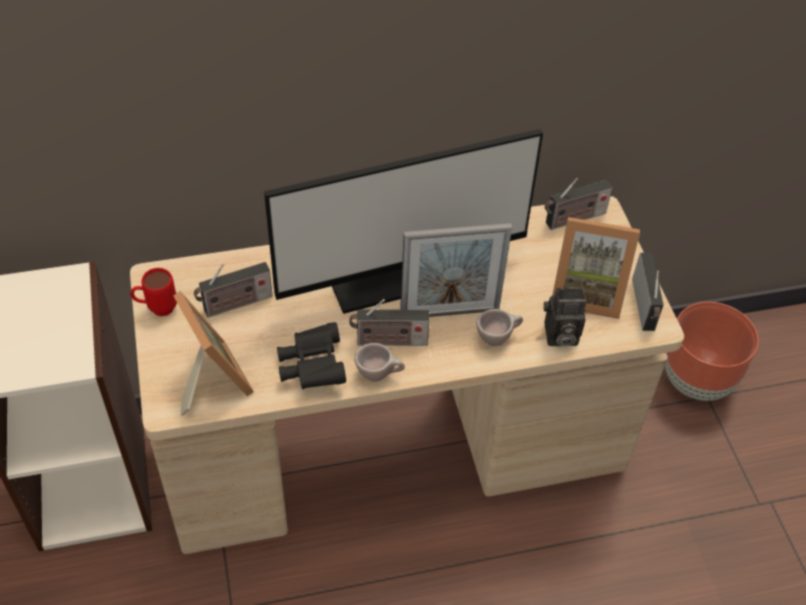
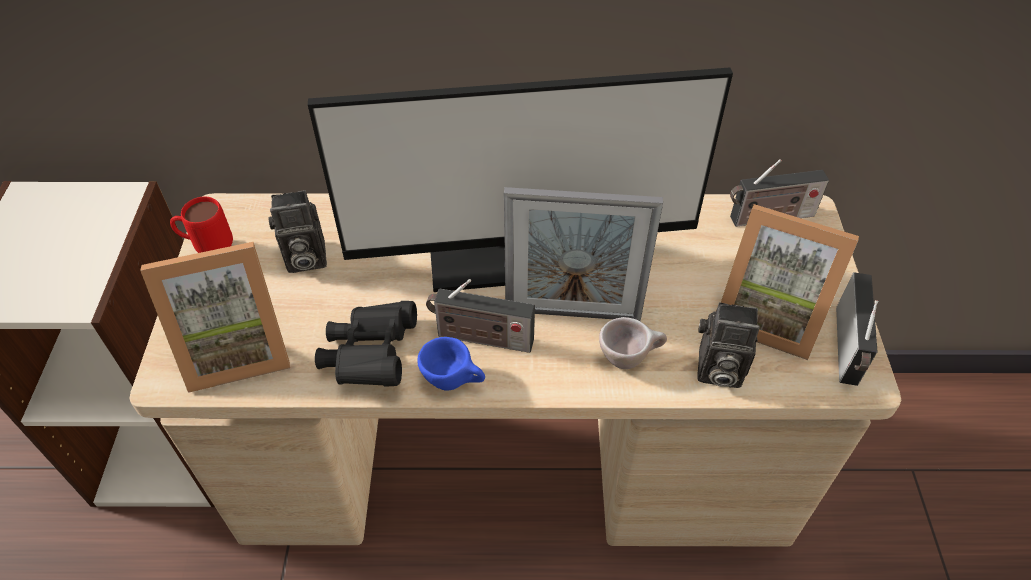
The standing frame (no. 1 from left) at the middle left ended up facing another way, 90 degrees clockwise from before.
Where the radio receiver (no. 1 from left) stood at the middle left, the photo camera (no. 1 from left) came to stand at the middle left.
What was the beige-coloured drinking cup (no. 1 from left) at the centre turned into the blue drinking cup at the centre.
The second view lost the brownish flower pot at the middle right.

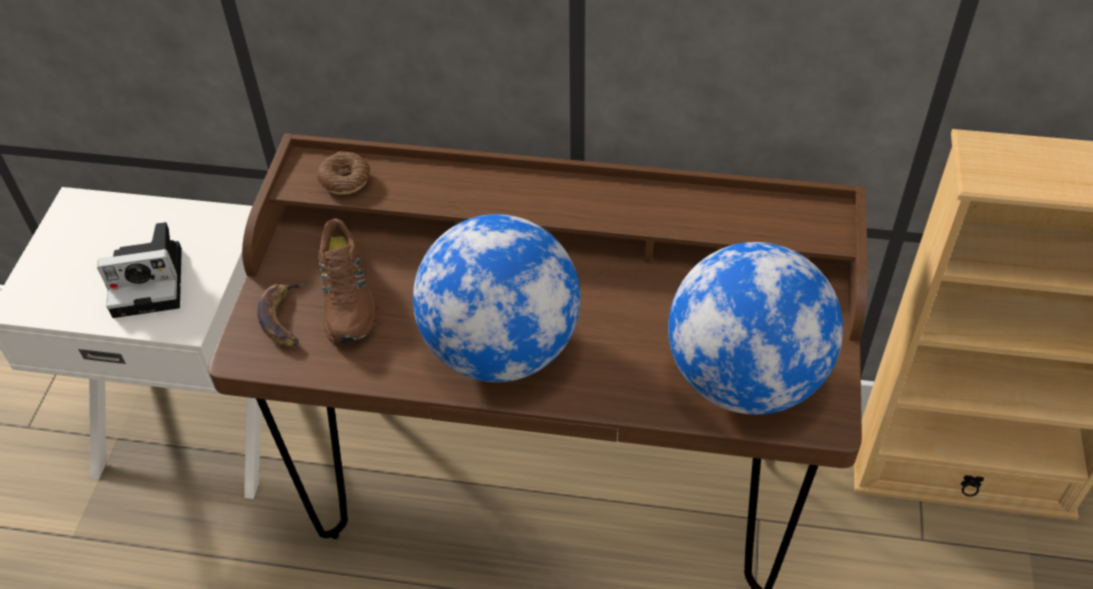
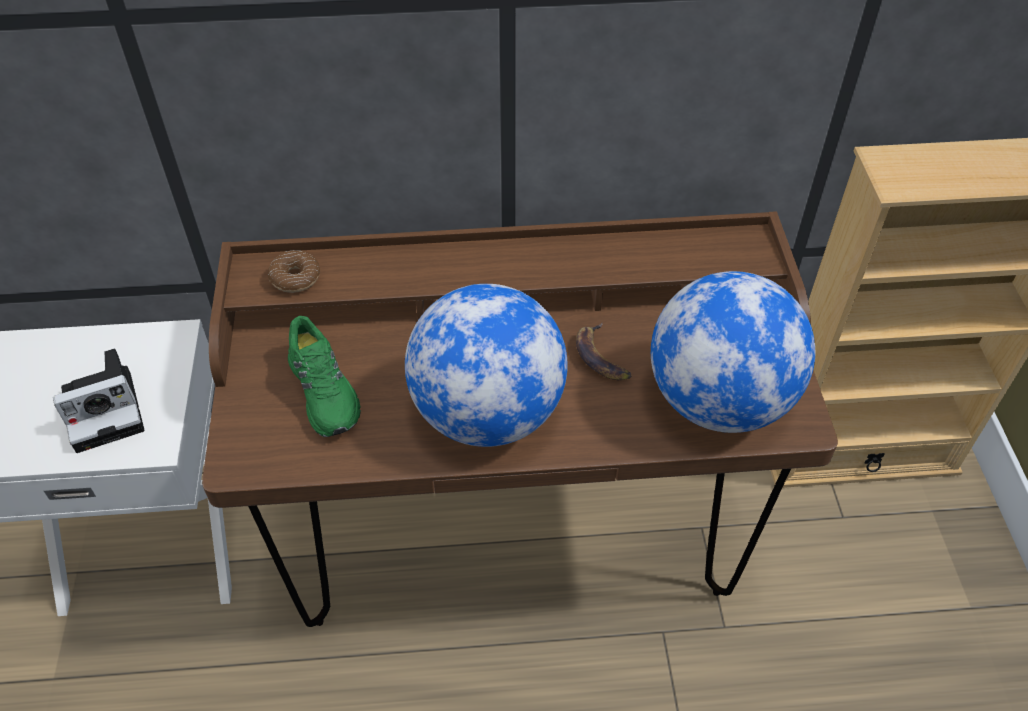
What was the brownish low shoe at the middle left turned into the greenish low shoe at the middle left.
The whole banana ended up elsewhere, having gone from the middle left to the centre.

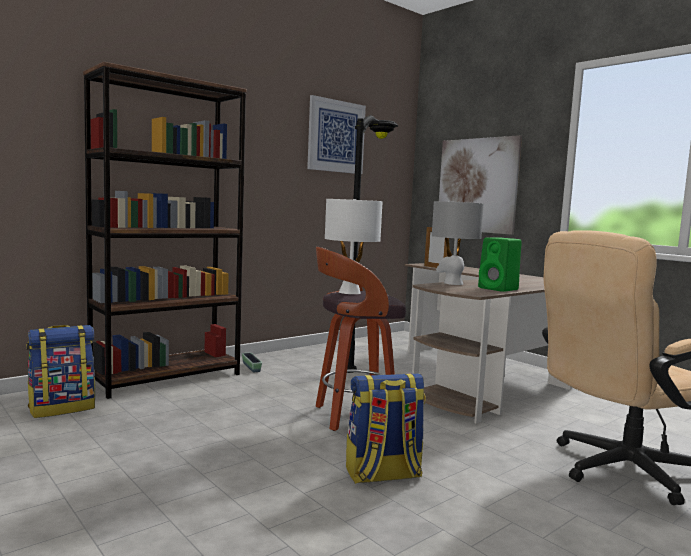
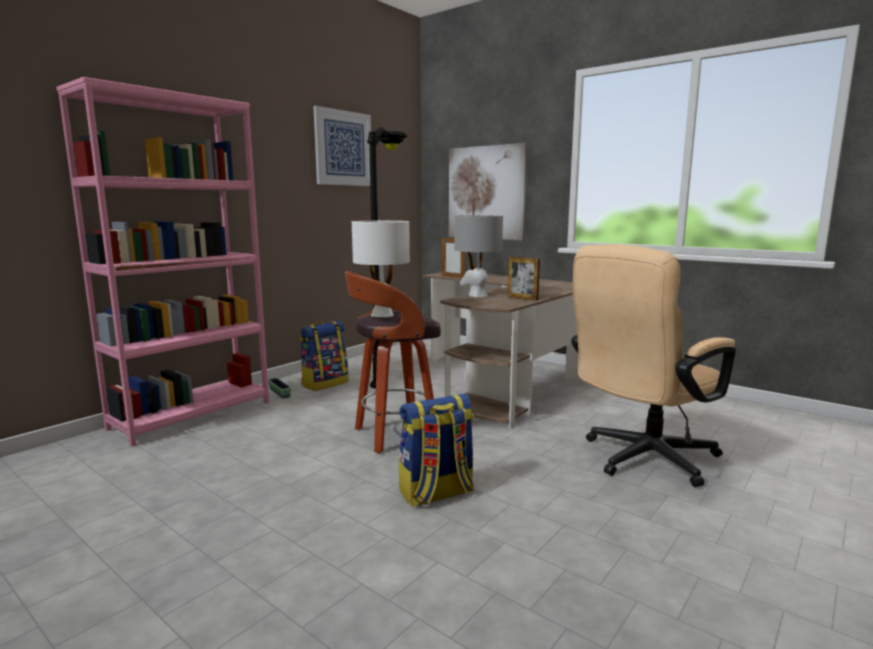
What was the brownish shelving unit at the middle left turned into the pink-coloured shelving unit at the middle left.
The rucksack (no. 1 from left) ended up elsewhere, having gone from the bottom left to the centre.
Where the greenish speaker stood at the middle right, the standing frame (no. 2 from left) came to stand at the centre.

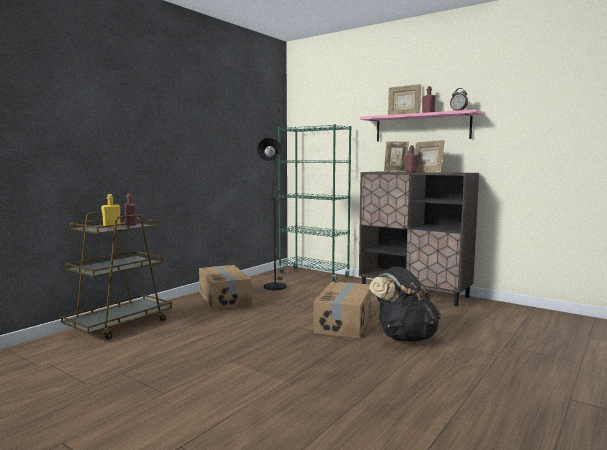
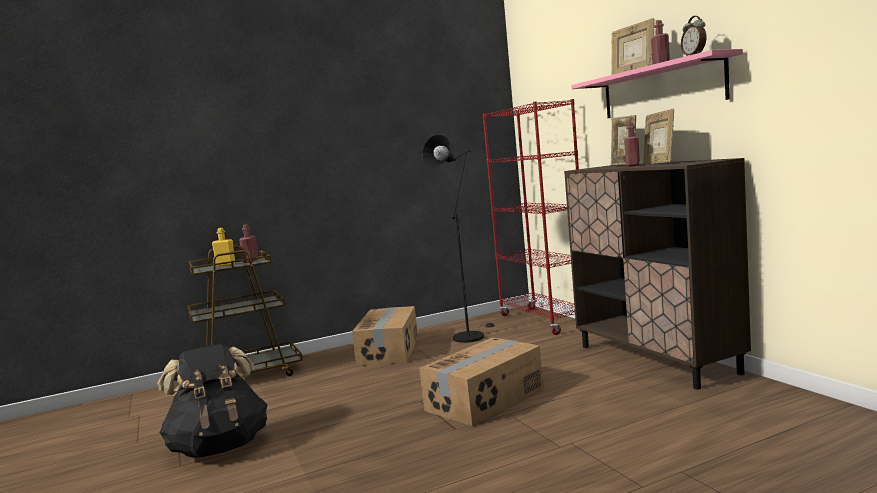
The blackish rucksack ended up elsewhere, having gone from the bottom right to the bottom left.
What was the greenish shelving unit at the centre turned into the red-coloured shelving unit at the centre.

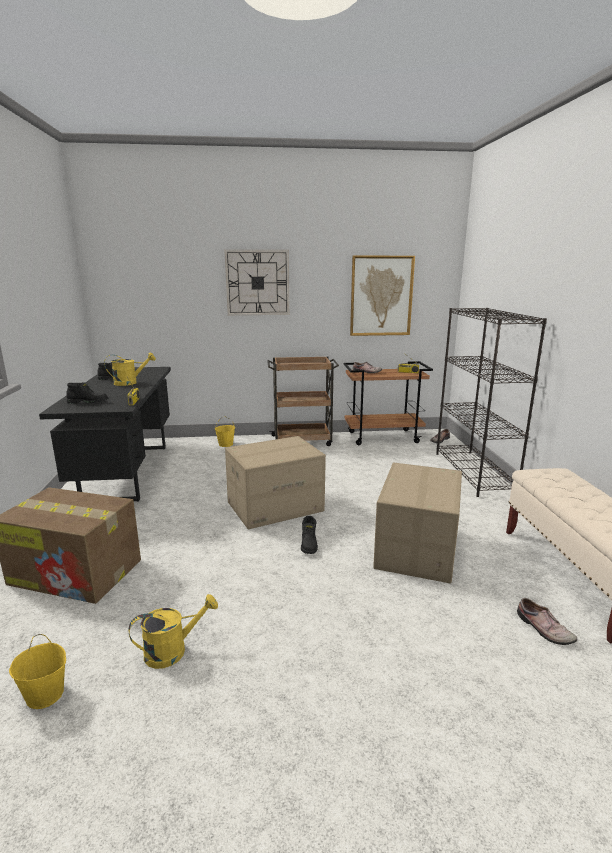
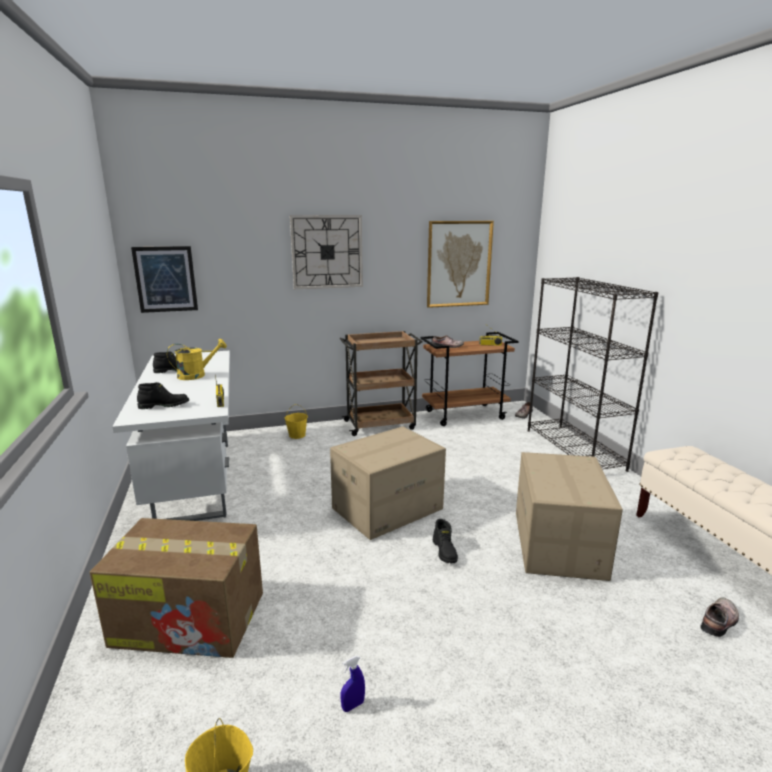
What was the blackish desk table at the middle left turned into the white-coloured desk table at the middle left.
The second view gained the wall picture (no. 1 from left) at the middle left.
Where the yellow sprinkling can (no. 2 from left) stood at the bottom left, the blue sprayer came to stand at the bottom centre.
The low shoe (no. 3 from left) at the bottom right ended up facing another way, 90 degrees counterclockwise from before.

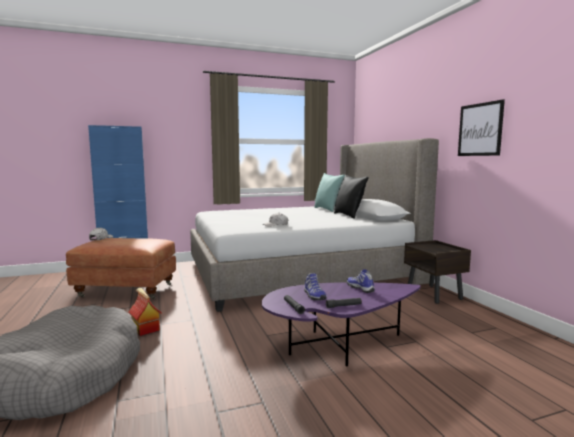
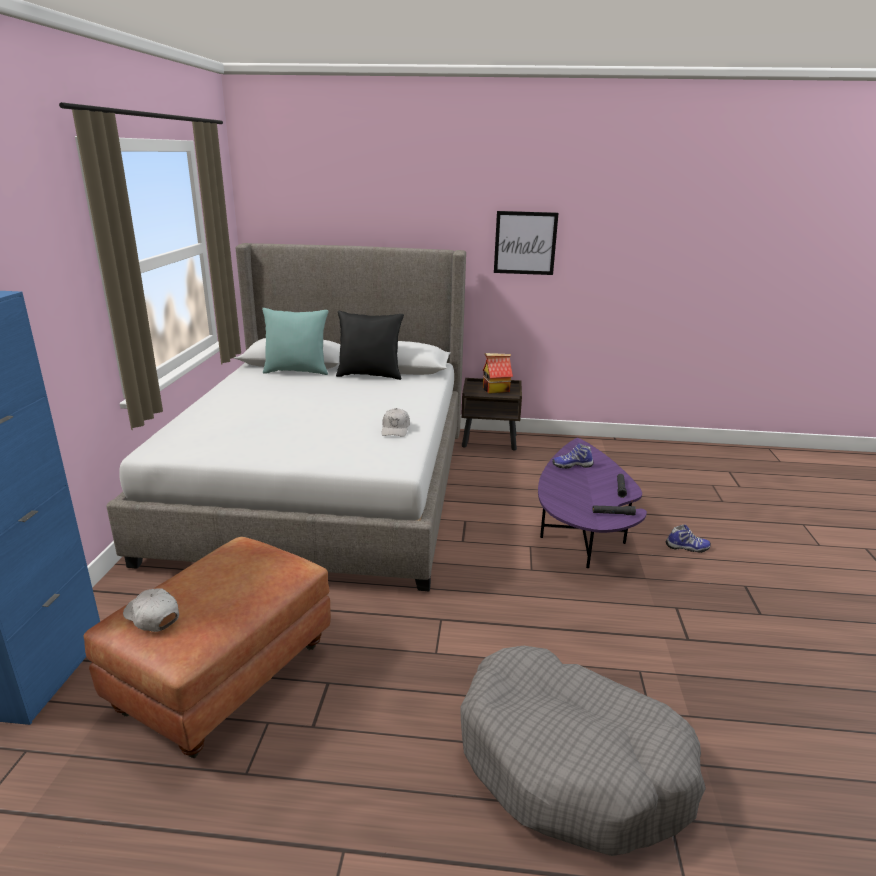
The toy house ended up elsewhere, having gone from the bottom left to the centre.
The low shoe (no. 1 from left in the first image) ended up elsewhere, having gone from the centre to the middle right.

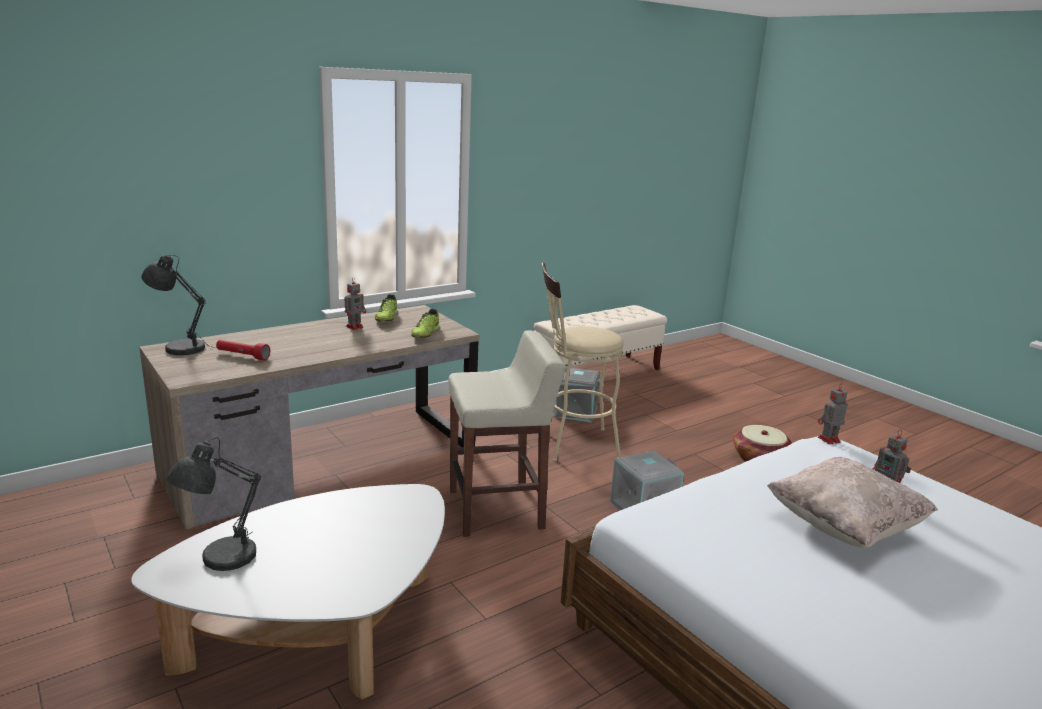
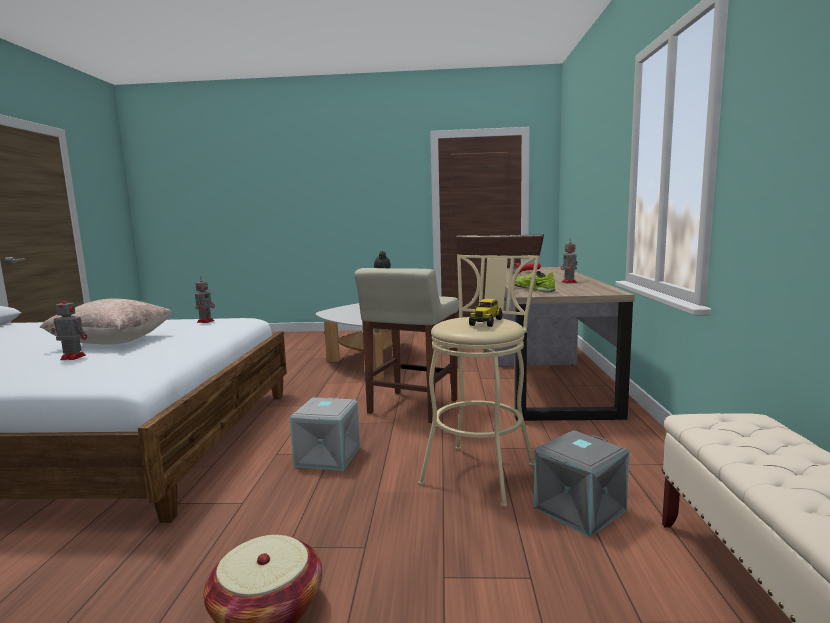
The model robot (no. 2 from left) ended up elsewhere, having gone from the middle right to the middle left.
The second view gained the toy lorry at the centre.
The second view lost the greyish tabletop lamp (no. 1 from left) at the middle left.
The second view lost the low shoe (no. 1 from left) at the centre.

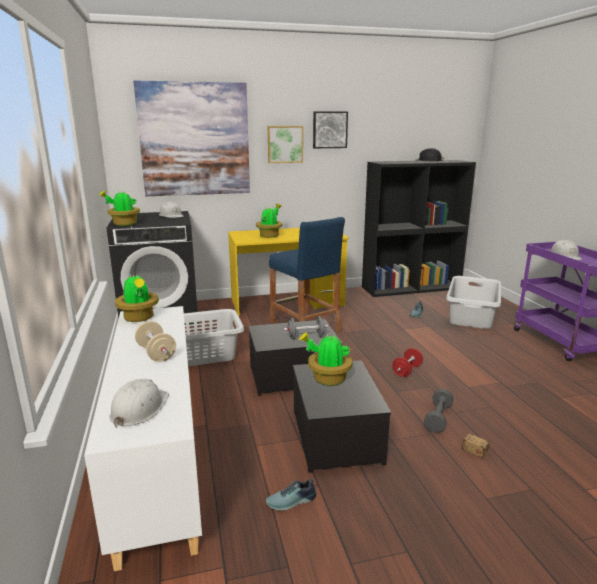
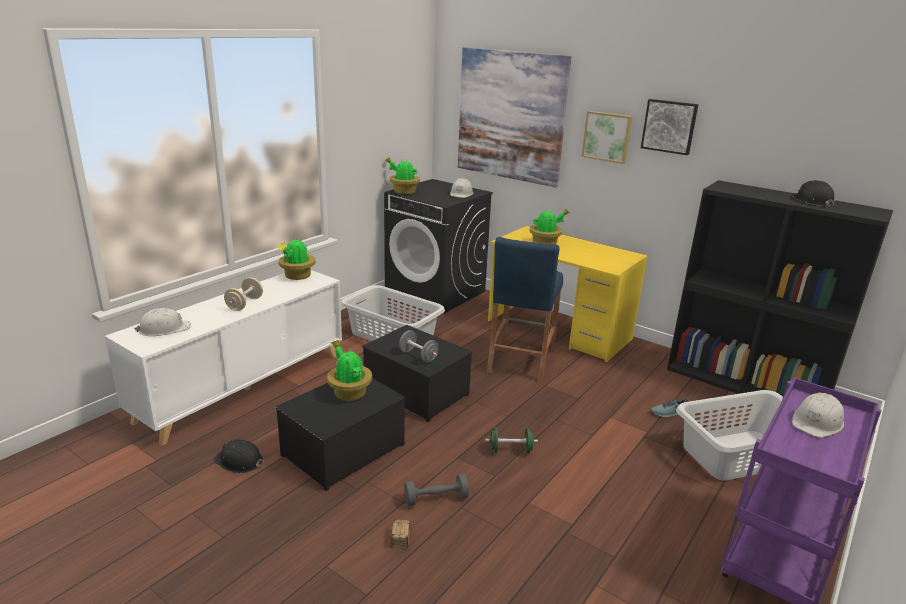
Where the low shoe (no. 1 from left) stood at the bottom centre, the blackish hard hat (no. 1 from left) came to stand at the bottom left.
What was the red-coloured hand weight at the middle right turned into the greenish hand weight at the bottom centre.

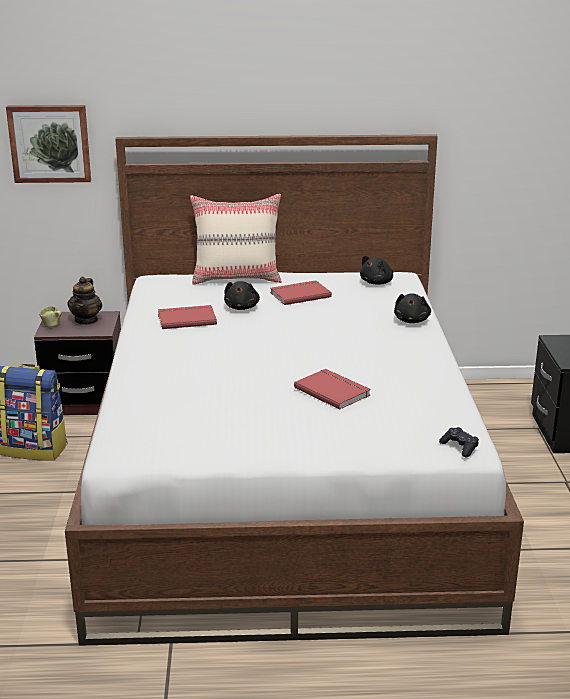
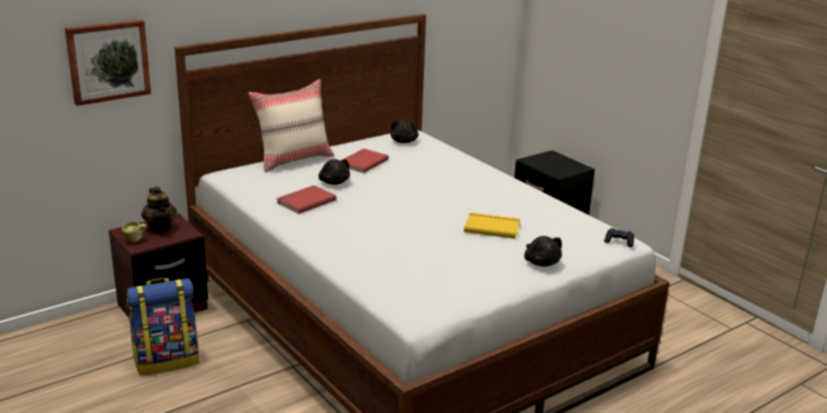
What was the red-coloured book (no. 3 from left) at the centre turned into the yellow book at the centre.
The blackish soft toy (no. 3 from left) ended up elsewhere, having gone from the middle right to the centre.

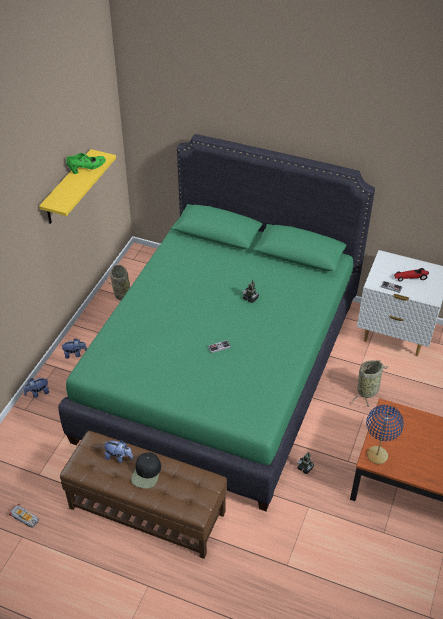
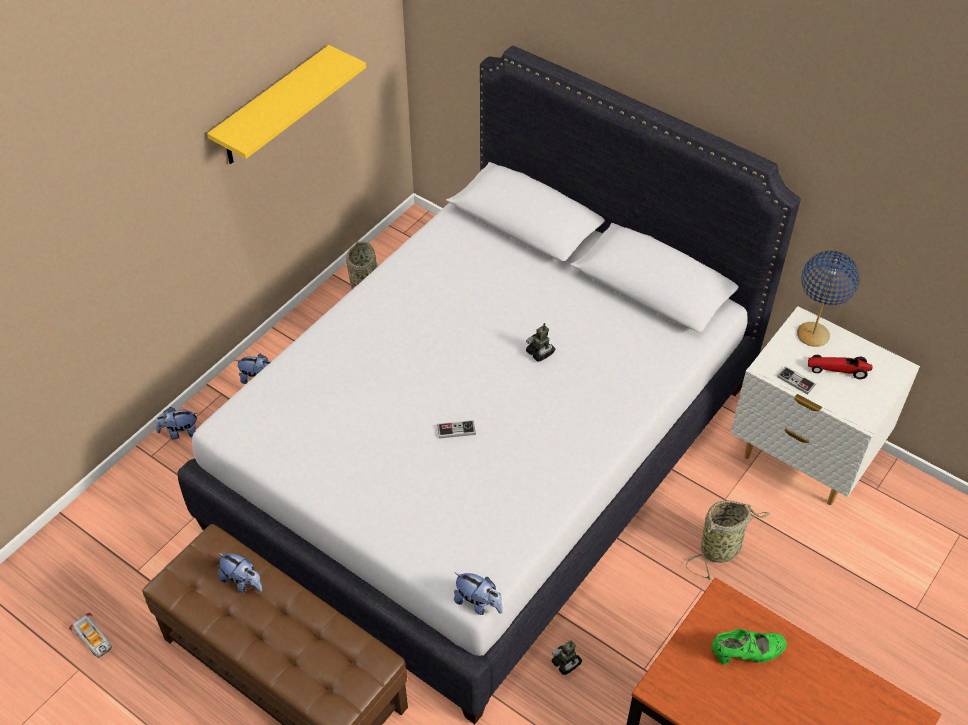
What was the greenish bed at the centre turned into the white-coloured bed at the centre.
The second view gained the soft toy (no. 4 from left) at the bottom centre.
The greenish low shoe ended up elsewhere, having gone from the top left to the bottom right.
The blue tabletop lamp ended up elsewhere, having gone from the bottom right to the middle right.
The second view lost the blackish peaked cap at the bottom left.

